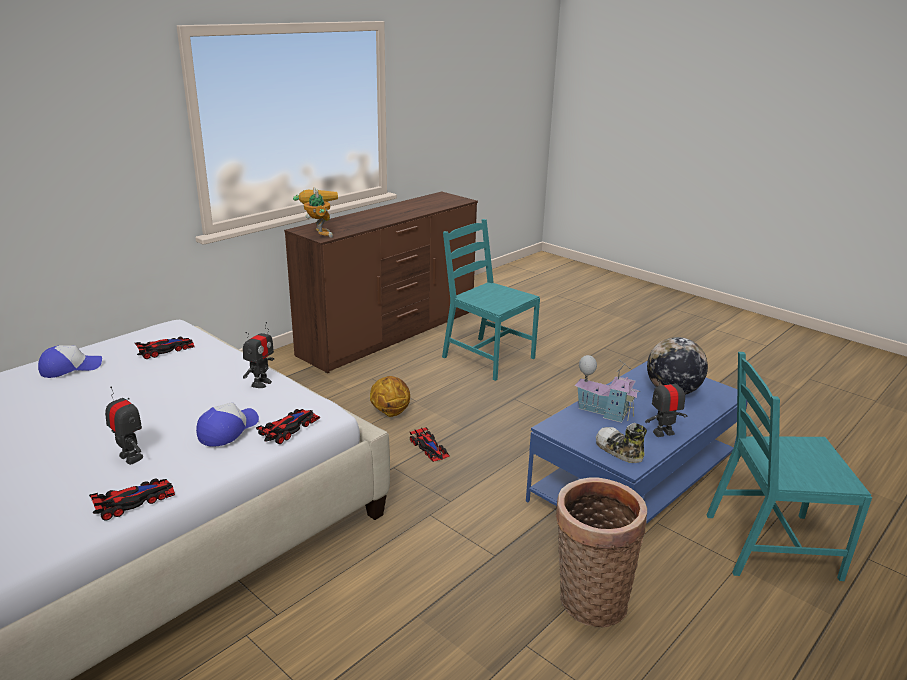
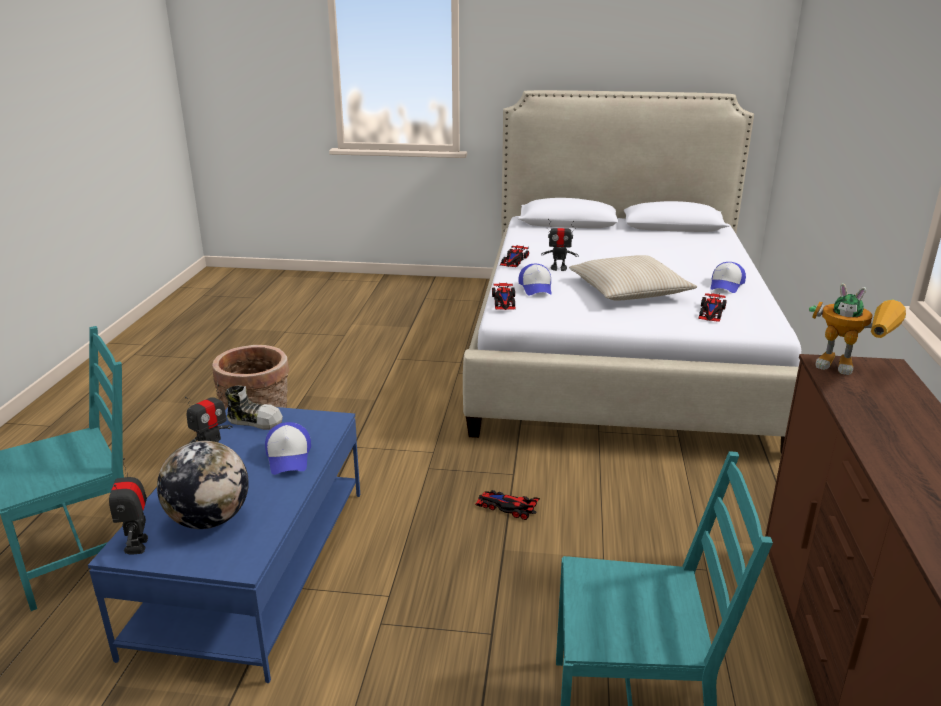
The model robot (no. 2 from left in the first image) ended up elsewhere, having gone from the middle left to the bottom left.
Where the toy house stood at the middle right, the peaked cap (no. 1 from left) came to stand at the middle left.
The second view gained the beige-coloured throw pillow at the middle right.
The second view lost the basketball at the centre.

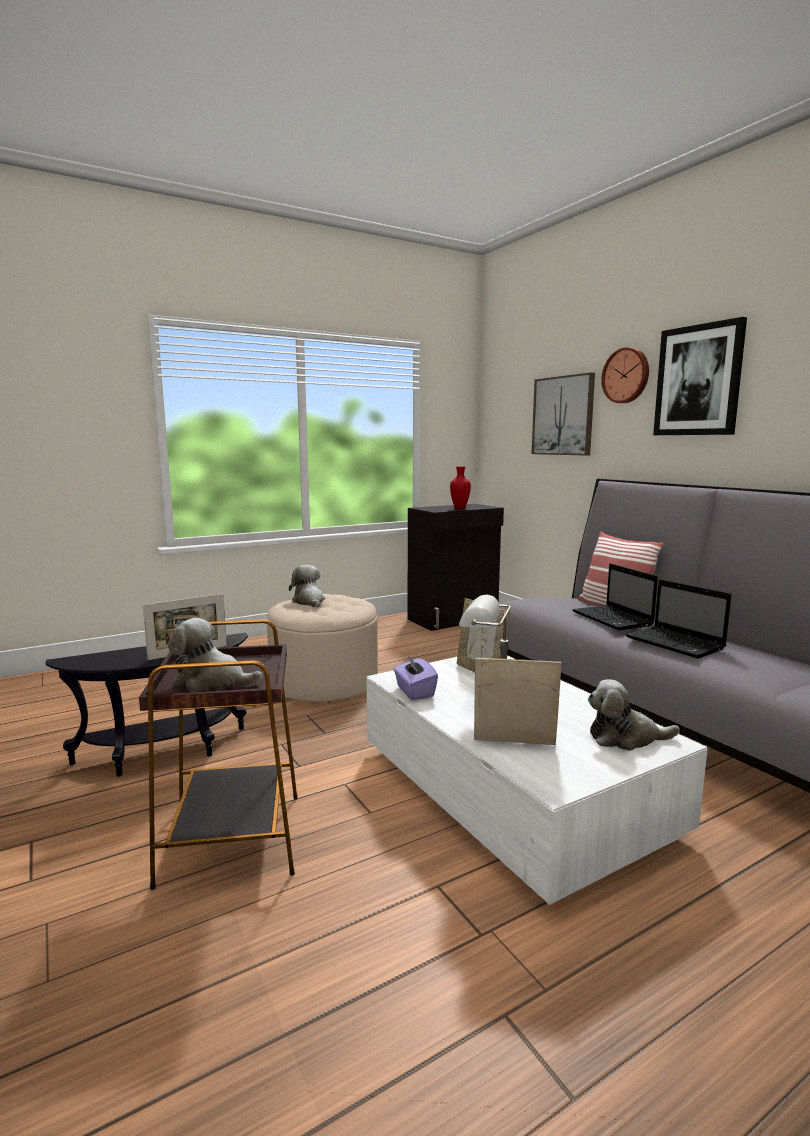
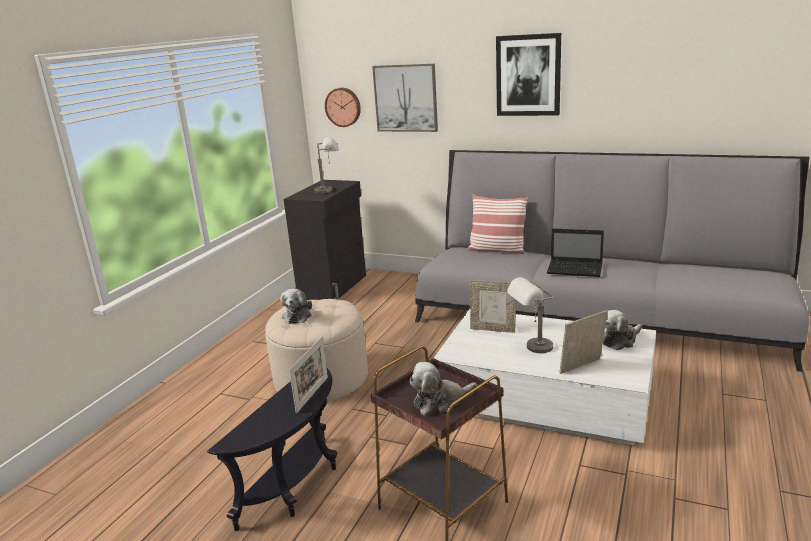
The soft toy (no. 2 from left in the first image) at the centre ended up facing another way, 120 degrees counterclockwise from before.
Where the red-coloured vase stood at the centre, the greyish tabletop lamp (no. 1 from left) came to stand at the top centre.
The clock on the wall ended up elsewhere, having gone from the top right to the top centre.
The second view lost the purplish box of tissues at the centre.
The second view lost the laptop (no. 1 from left) at the middle right.

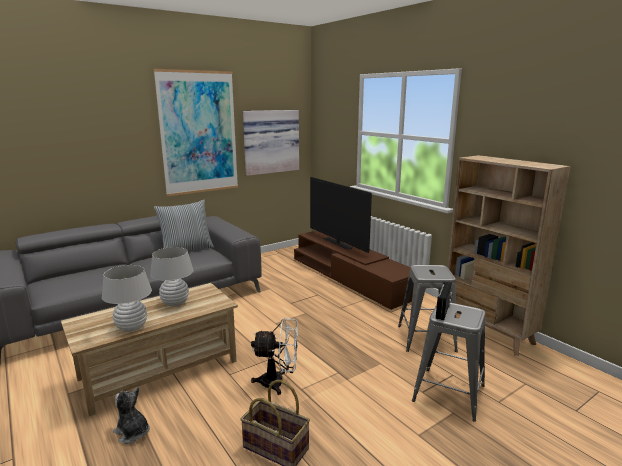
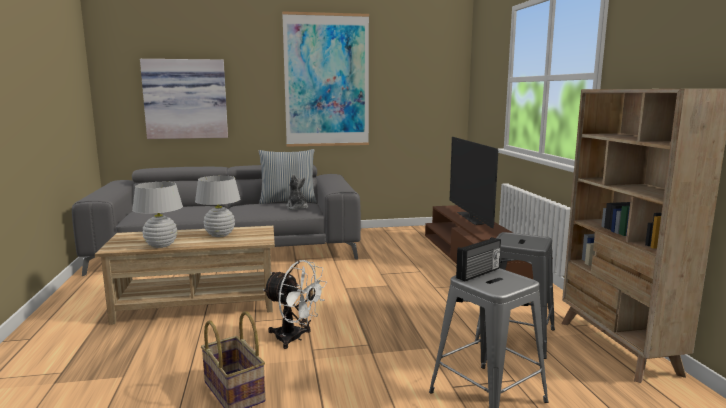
The wall picture (no. 2 from left in the first image) ended up elsewhere, having gone from the top centre to the top left.
The soft toy ended up elsewhere, having gone from the bottom left to the centre.

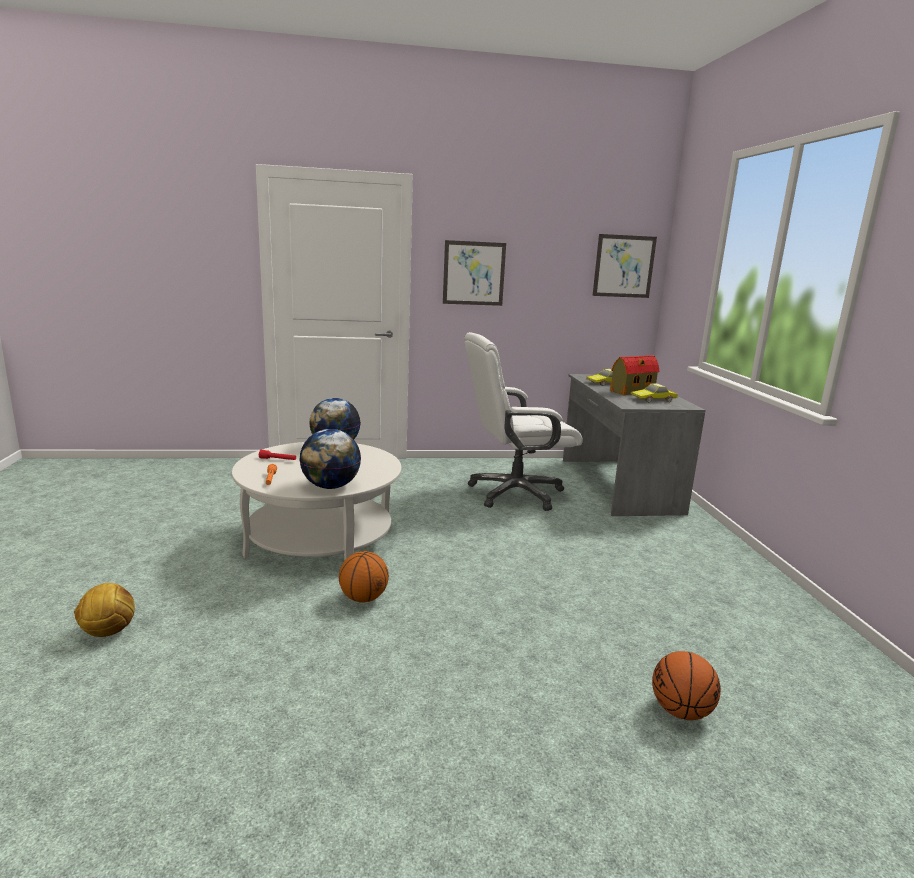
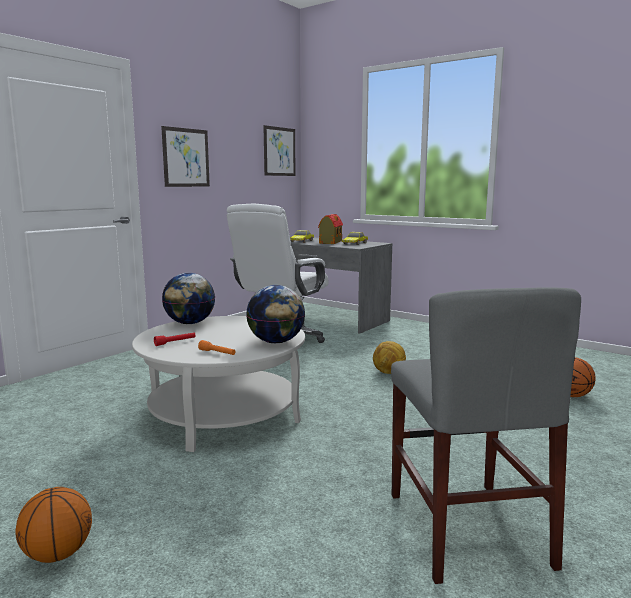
The basketball (no. 1 from left) ended up elsewhere, having gone from the centre to the bottom left.
The football ended up elsewhere, having gone from the bottom left to the centre.
The second view gained the greyish plain chair at the bottom right.

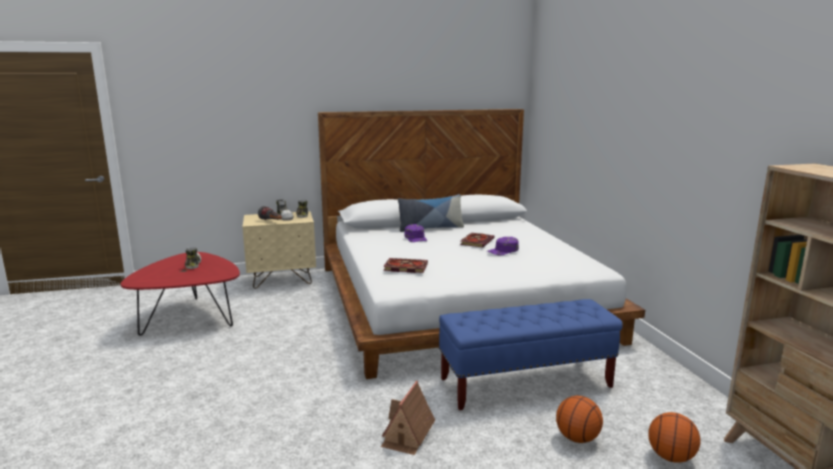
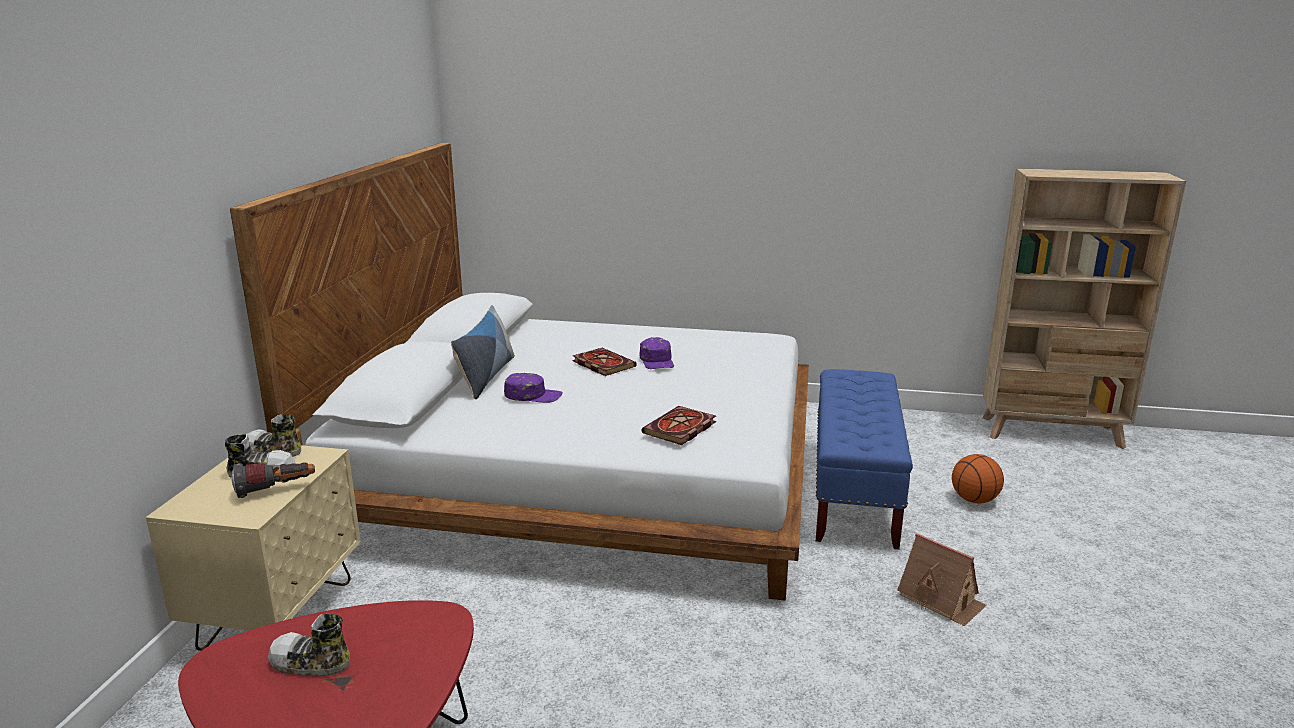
The second view lost the basketball (no. 2 from left) at the bottom right.

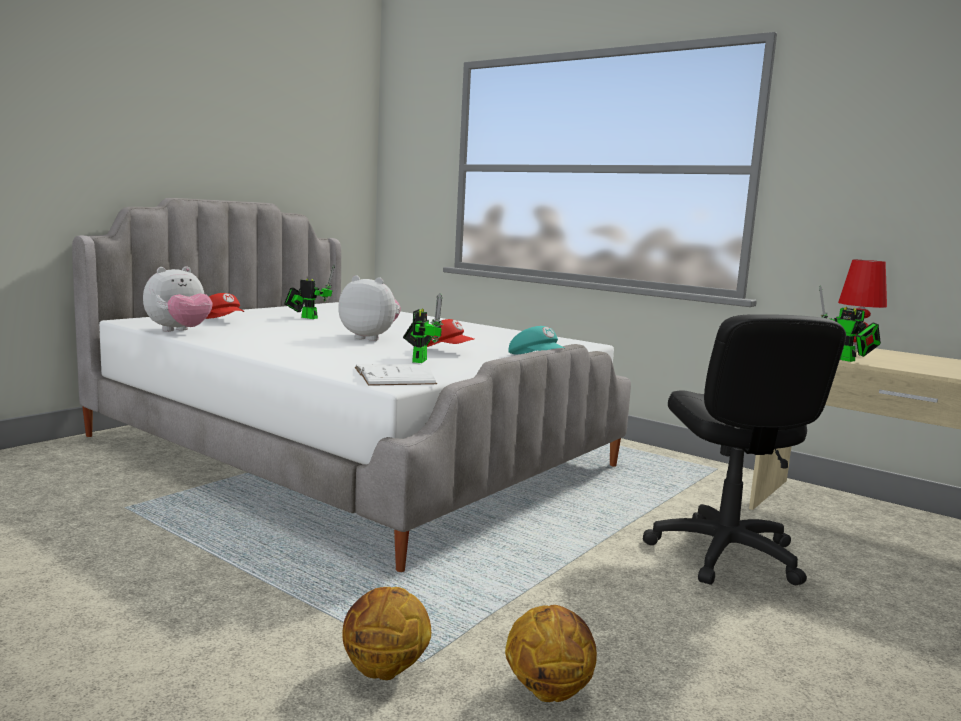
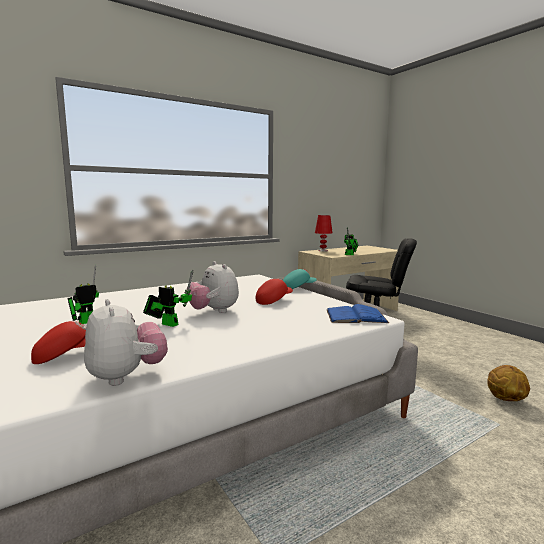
The model robot (no. 2 from left) ended up elsewhere, having gone from the centre to the middle left.
The soft toy (no. 2 from left) at the centre ended up facing another way, 75 degrees counterclockwise from before.
What was the white-coloured book at the centre turned into the blue book at the centre.
The second view lost the basketball (no. 1 from left) at the bottom centre.

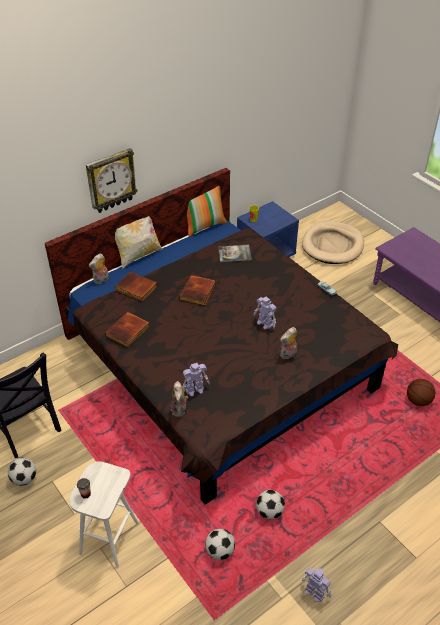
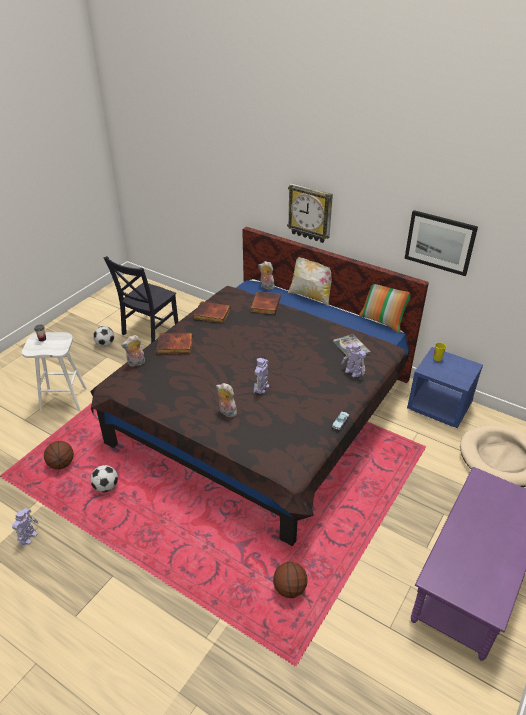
Where the football (no. 2 from left) stood at the bottom centre, the basketball (no. 1 from left) came to stand at the middle left.
The book (no. 3 from left in the first image) ended up elsewhere, having gone from the centre to the middle left.
The model robot (no. 1 from left in the first image) ended up elsewhere, having gone from the centre to the middle right.
The second view gained the wall picture at the middle right.

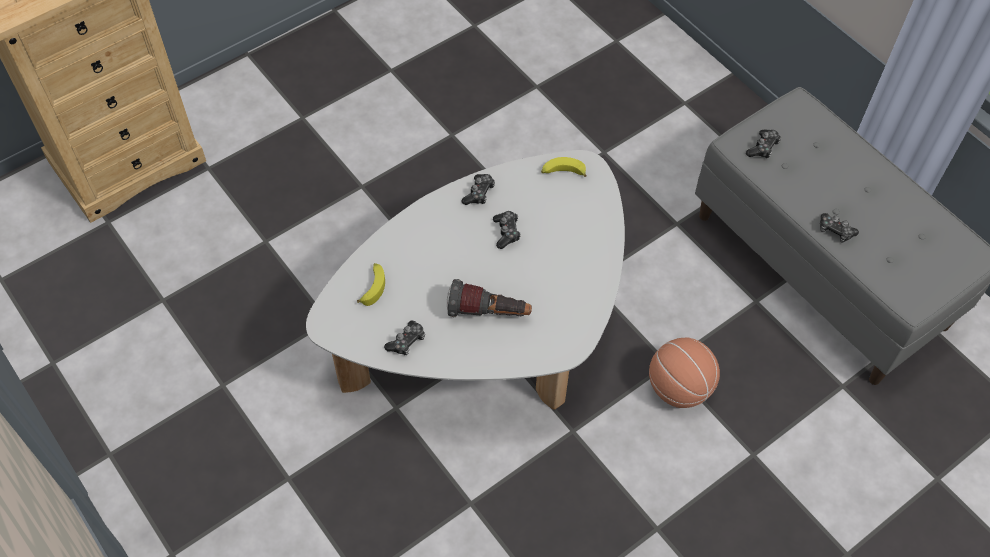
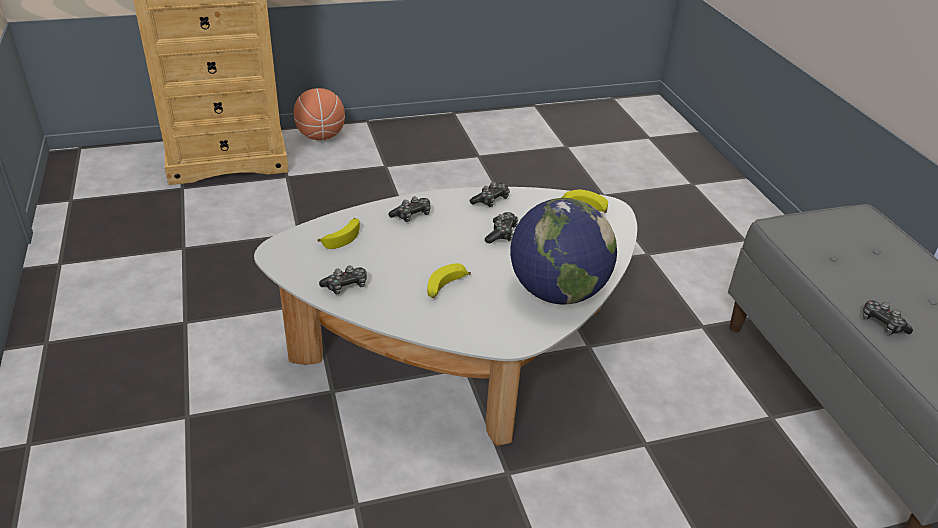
The basketball ended up elsewhere, having gone from the bottom right to the top centre.
The joypad (no. 4 from left in the first image) ended up elsewhere, having gone from the top right to the centre.
Where the torch stood at the centre, the whole banana (no. 2 from left) came to stand at the centre.
The second view gained the world globe at the centre.

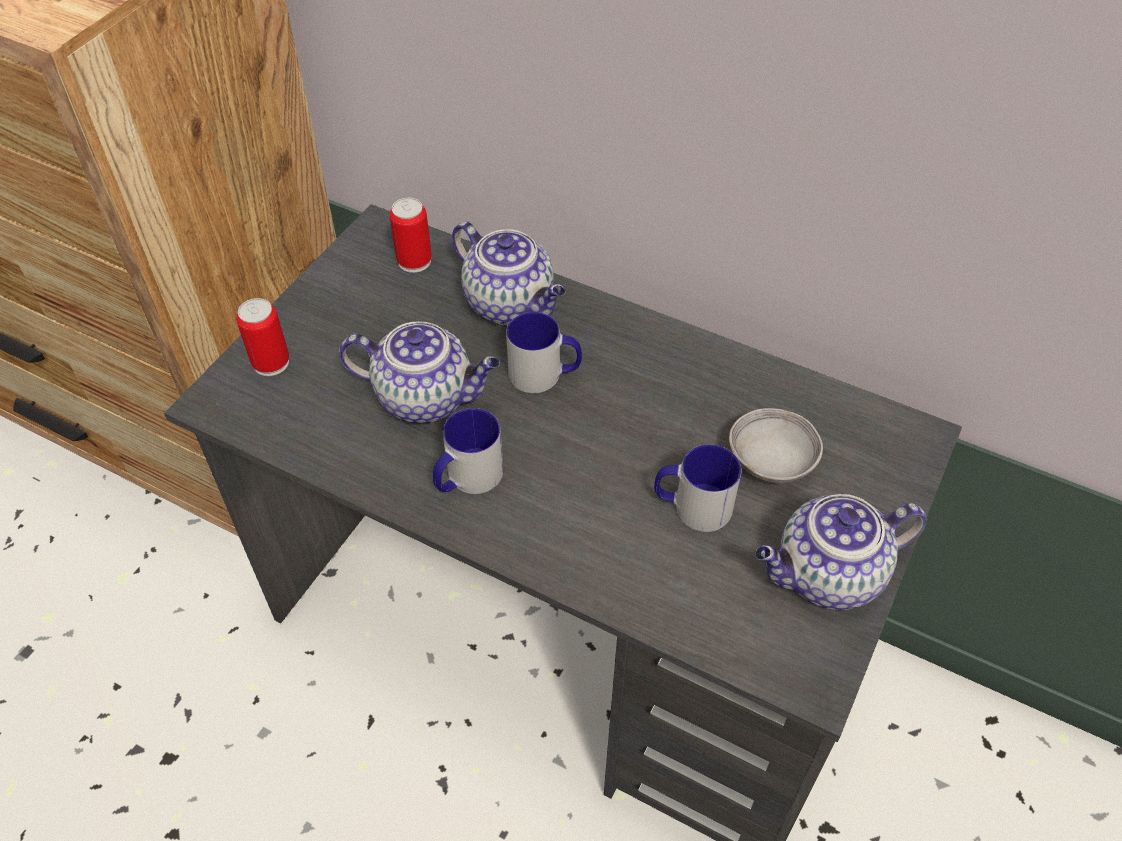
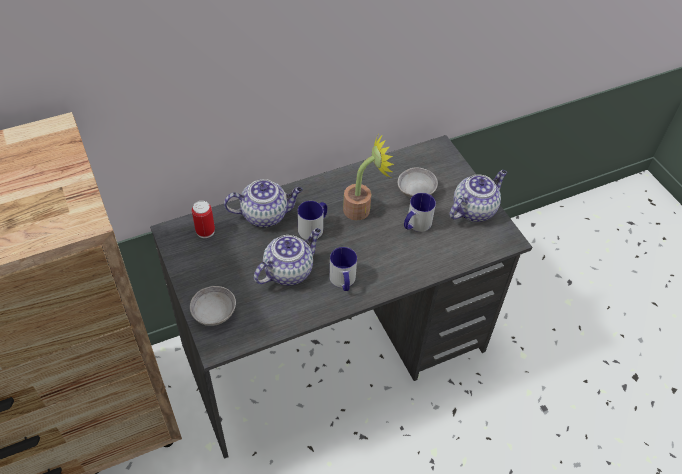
Where the can (no. 1 from left) stood at the middle left, the greyish serving bowl (no. 1 from left) came to stand at the middle left.
The second view gained the potted plant at the centre.
The teapot (no. 3 from left) at the middle right ended up facing another way, 150 degrees counterclockwise from before.

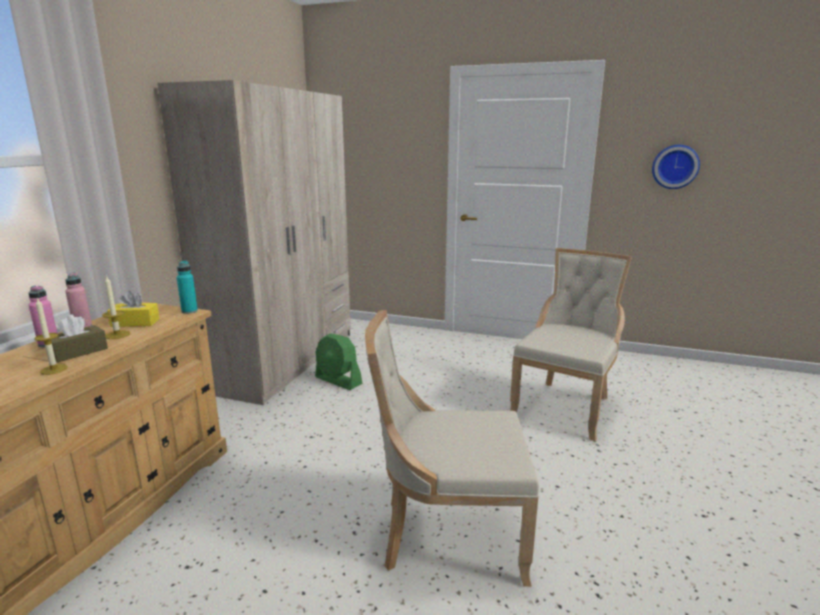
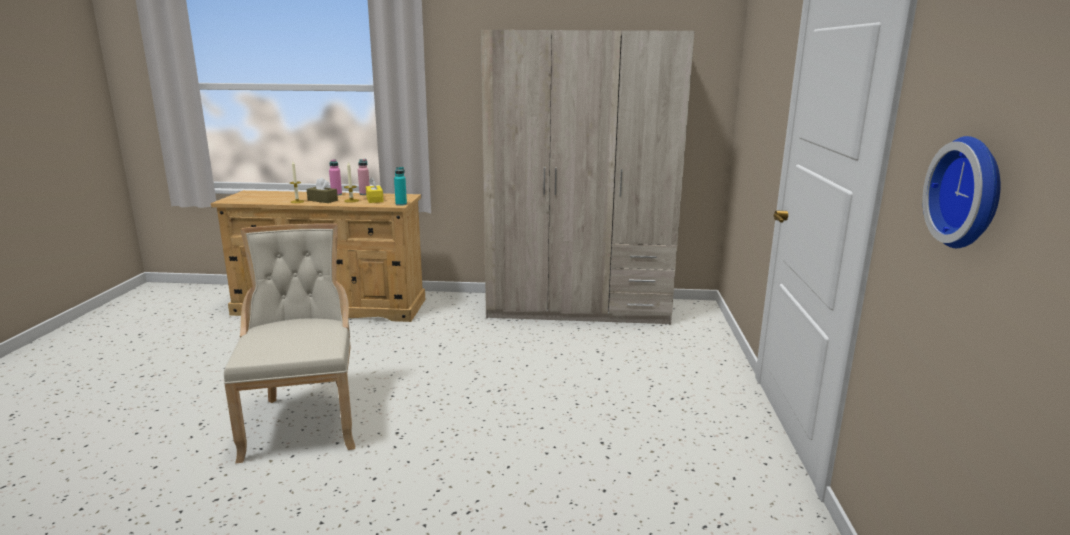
The second view lost the greenish electric fan at the centre.
The second view lost the beige-coloured plain chair (no. 2 from left) at the middle right.

